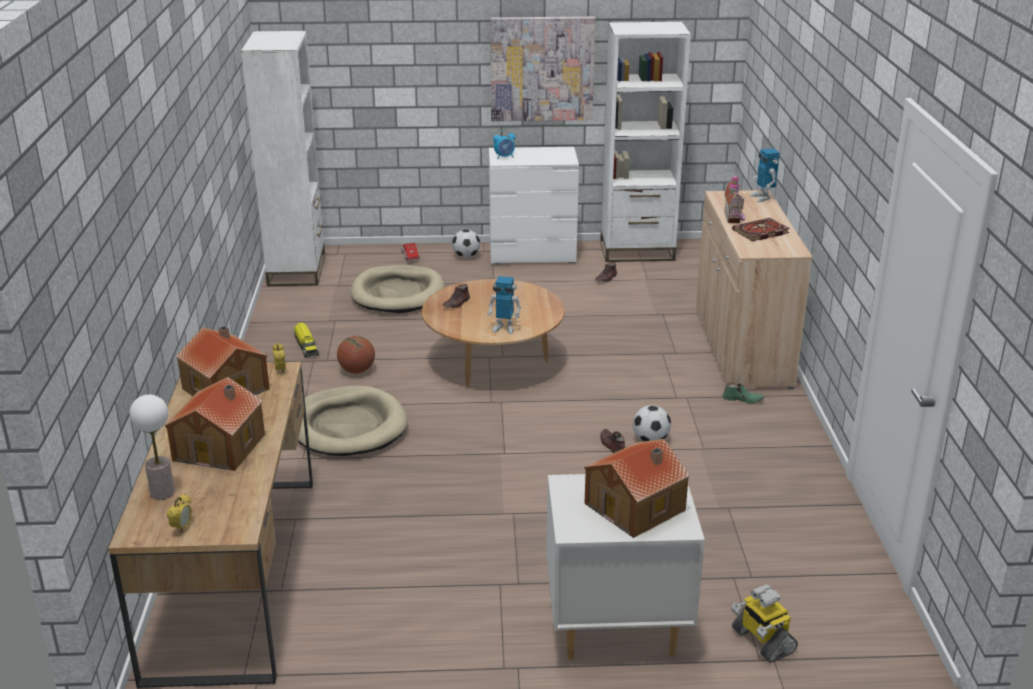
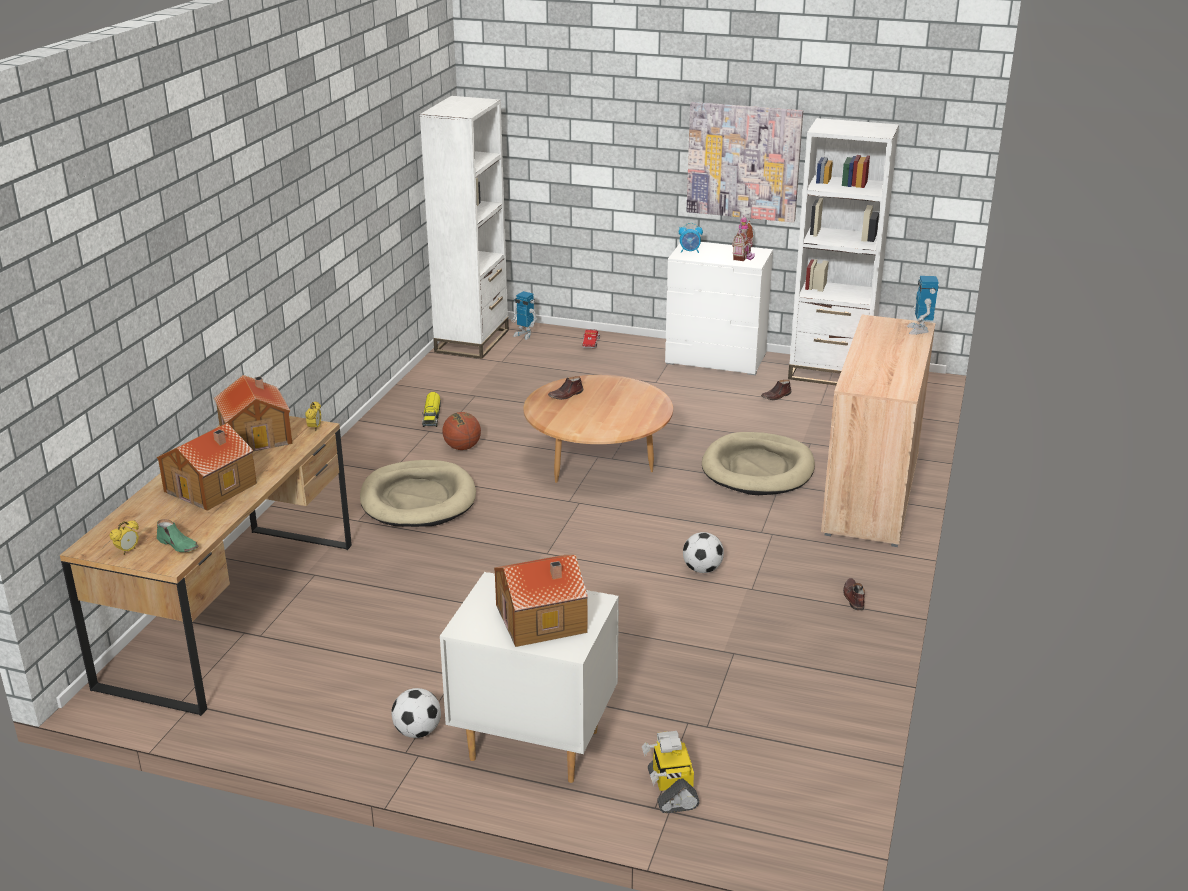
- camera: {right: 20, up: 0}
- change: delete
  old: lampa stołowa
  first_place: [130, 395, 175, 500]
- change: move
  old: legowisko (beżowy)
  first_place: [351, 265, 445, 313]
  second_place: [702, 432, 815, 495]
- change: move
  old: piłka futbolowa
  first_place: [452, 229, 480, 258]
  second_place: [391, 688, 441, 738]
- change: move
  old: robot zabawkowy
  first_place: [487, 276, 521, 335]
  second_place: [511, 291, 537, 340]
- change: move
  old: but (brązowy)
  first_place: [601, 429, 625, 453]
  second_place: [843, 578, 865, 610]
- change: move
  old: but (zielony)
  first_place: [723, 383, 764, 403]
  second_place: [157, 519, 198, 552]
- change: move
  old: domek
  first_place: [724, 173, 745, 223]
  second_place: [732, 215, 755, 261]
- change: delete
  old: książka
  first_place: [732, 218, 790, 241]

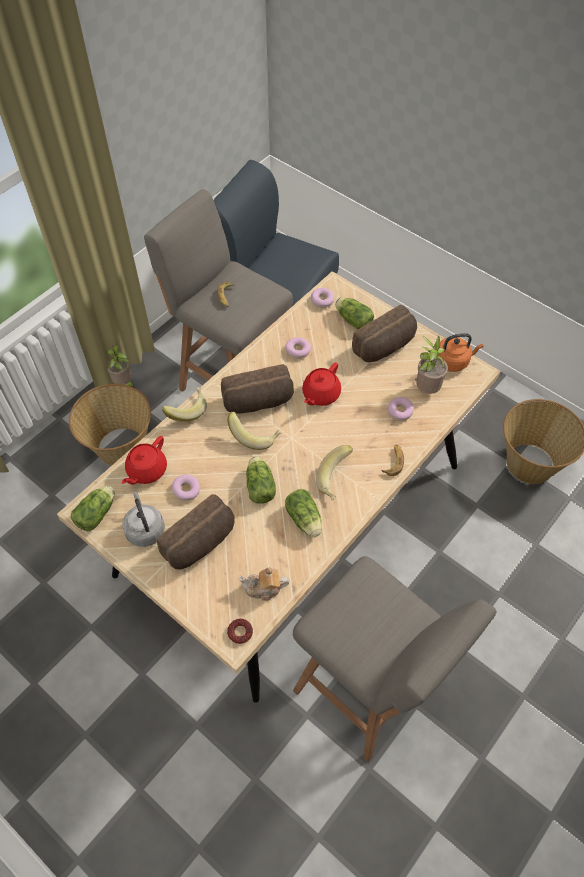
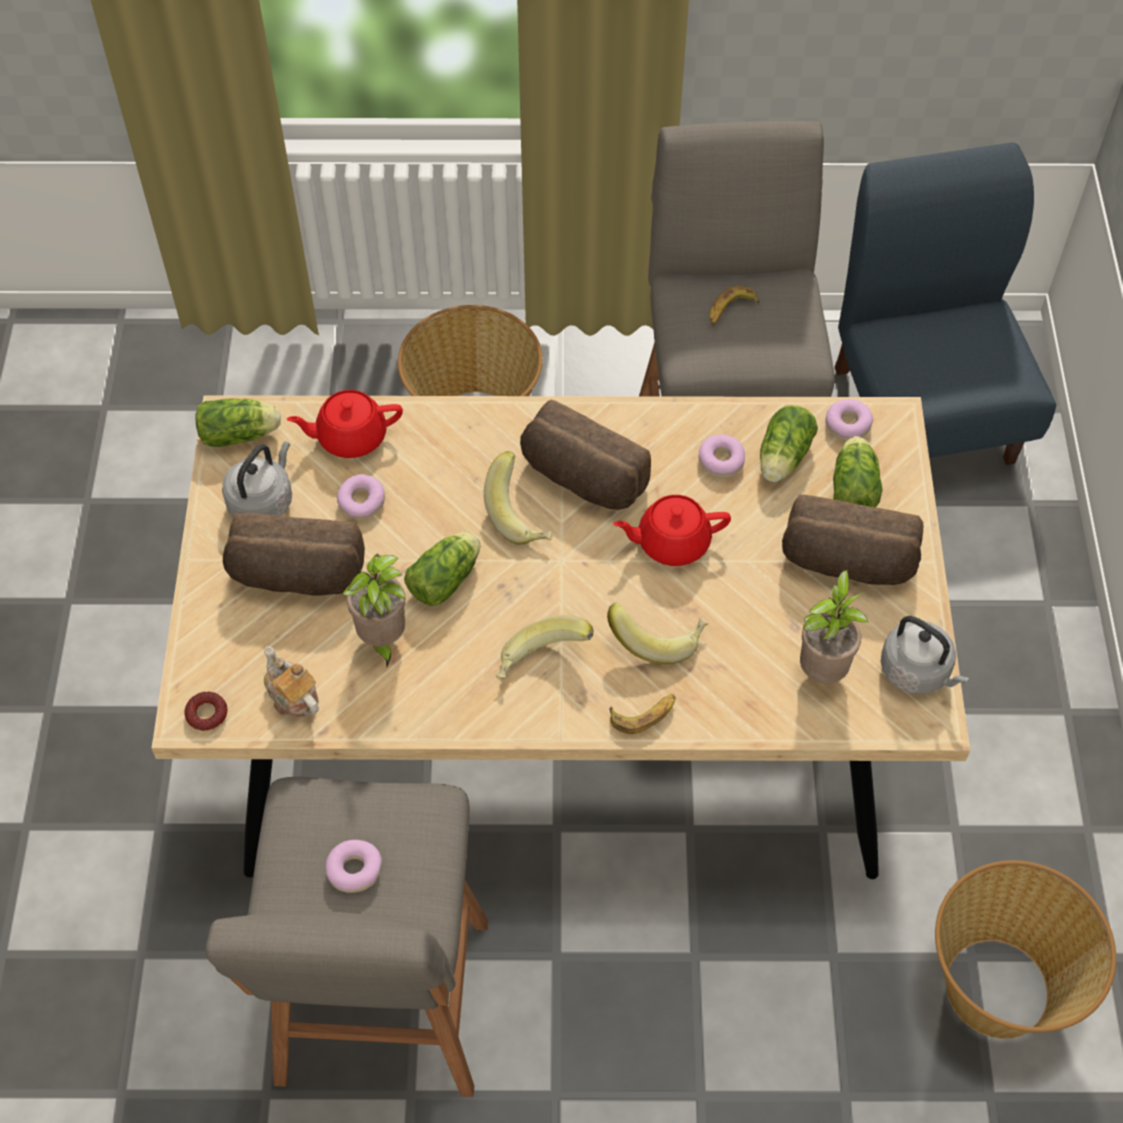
- camera: {right: 50, up: 0}
- change: move
  old: roślina doniczkowa
  first_place: [108, 345, 135, 388]
  second_place: [342, 554, 406, 667]
- change: move
  old: banan
  first_place: [162, 388, 207, 422]
  second_place: [607, 602, 709, 665]
- change: move
  old: sałata
  first_place: [285, 489, 322, 538]
  second_place: [760, 405, 818, 482]
- change: move
  old: donut
  first_place: [388, 397, 414, 421]
  second_place: [325, 840, 382, 893]
- change: recolor
  old: czajnik (pomarańczowy)
  new: czajnik (szary)
  first_place: [438, 333, 484, 372]
  second_place: [881, 616, 969, 694]

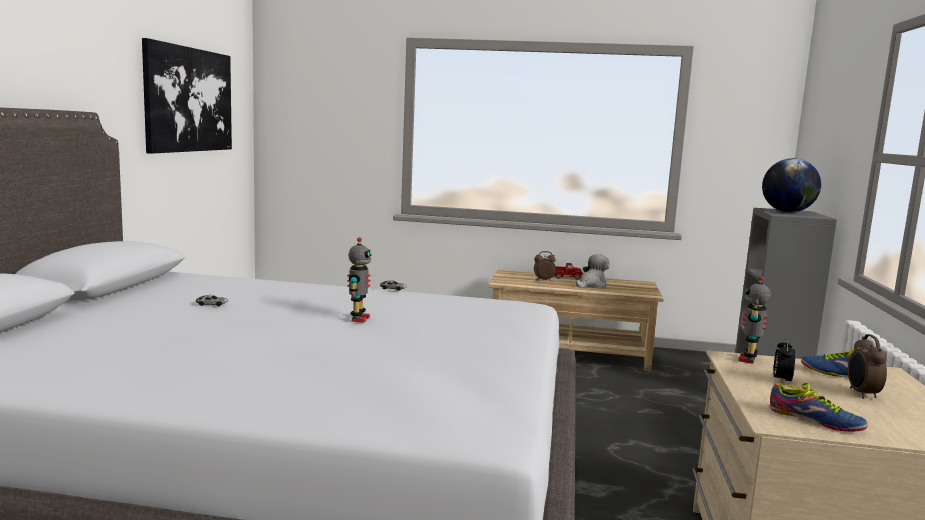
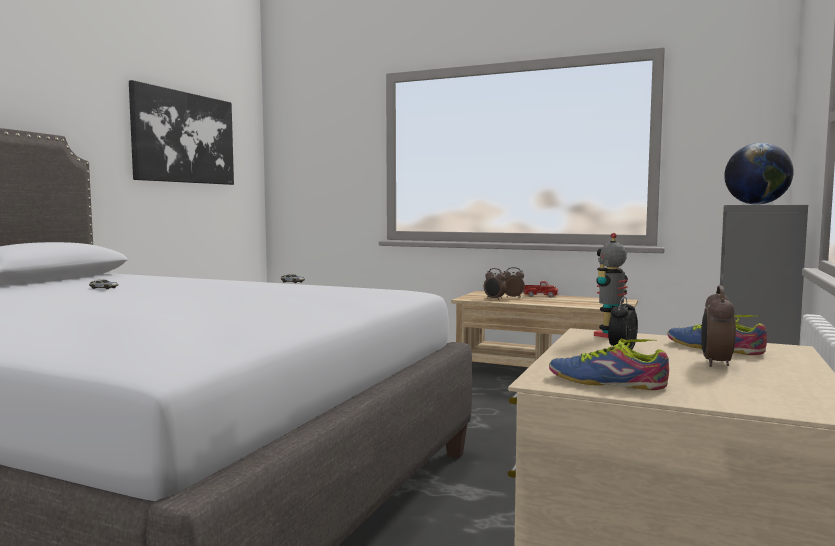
- camera: {right: 15, up: -5}
- change: delete
  old: robot zabawkowy
  first_place: [347, 237, 372, 323]
- change: delete
  old: pluszak
  first_place: [576, 254, 610, 288]
- change: rotate
  old: but
  first_place: [770, 383, 868, 432]
  second_place: [549, 338, 669, 390]
  degrees: 150
- change: insert
  new: budzik
  second_place: [484, 268, 507, 300]

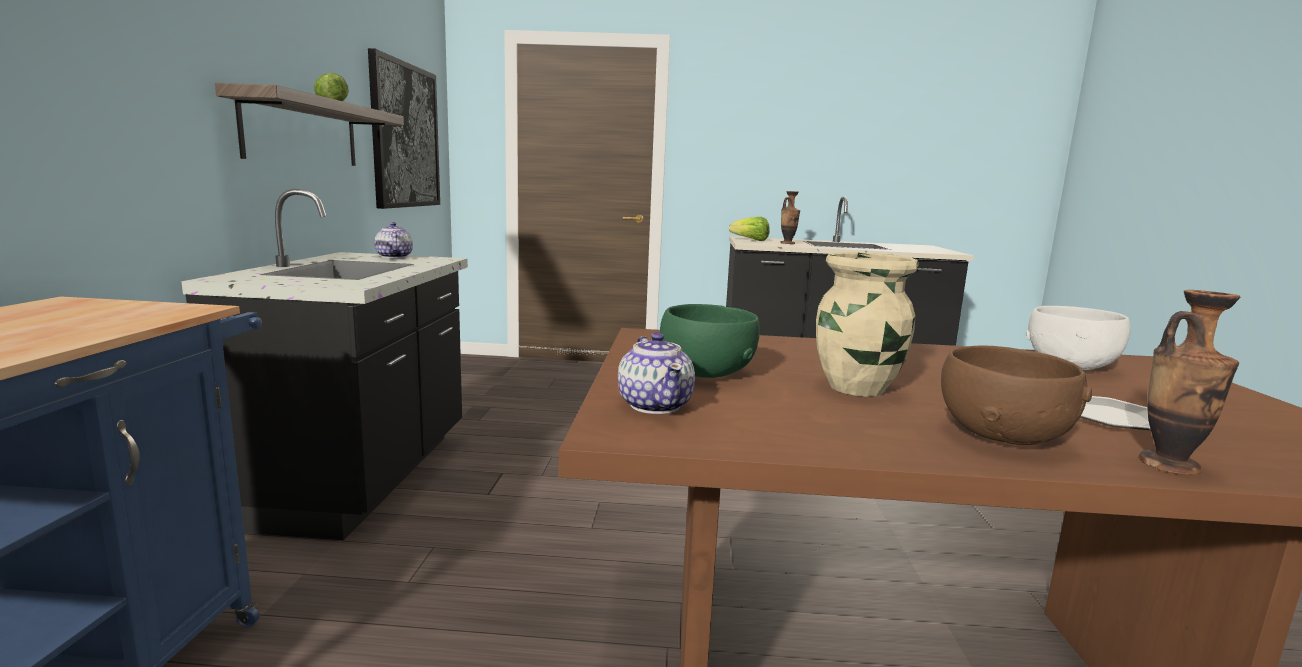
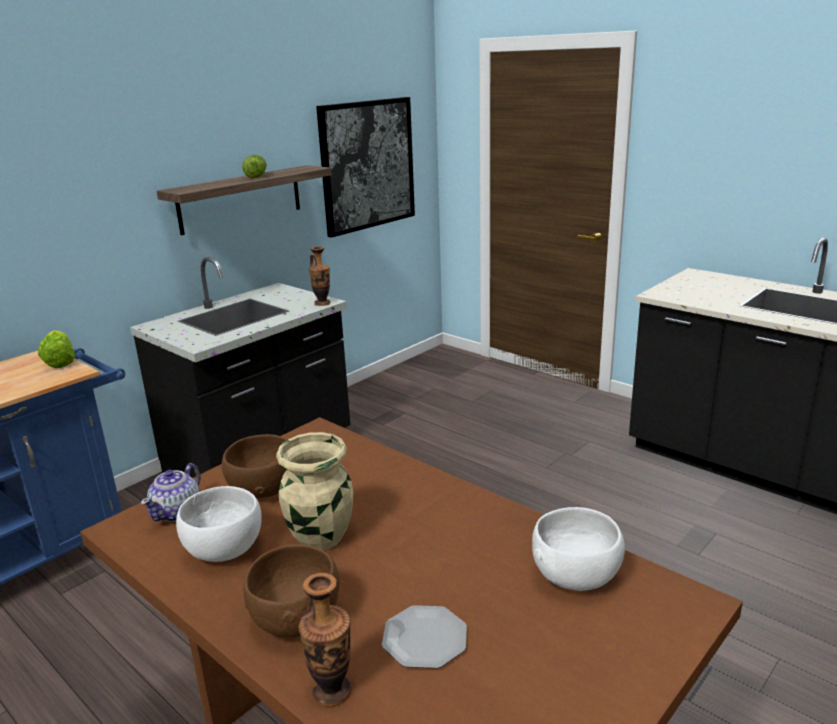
- camera: {right: 40, up: 10}
- change: delete
  old: imbryk
  first_place: [375, 222, 413, 258]
- change: recolor
  old: miska (zielony)
  new: miska (brązowy)
  first_place: [660, 304, 760, 378]
  second_place: [222, 434, 287, 498]
- change: move
  old: sałata
  first_place: [729, 217, 770, 241]
  second_place: [38, 330, 76, 368]
- change: move
  old: wazon
  first_place: [780, 191, 800, 244]
  second_place: [309, 247, 330, 306]
- change: insert
  new: miska (biały)
  second_place: [176, 486, 262, 562]

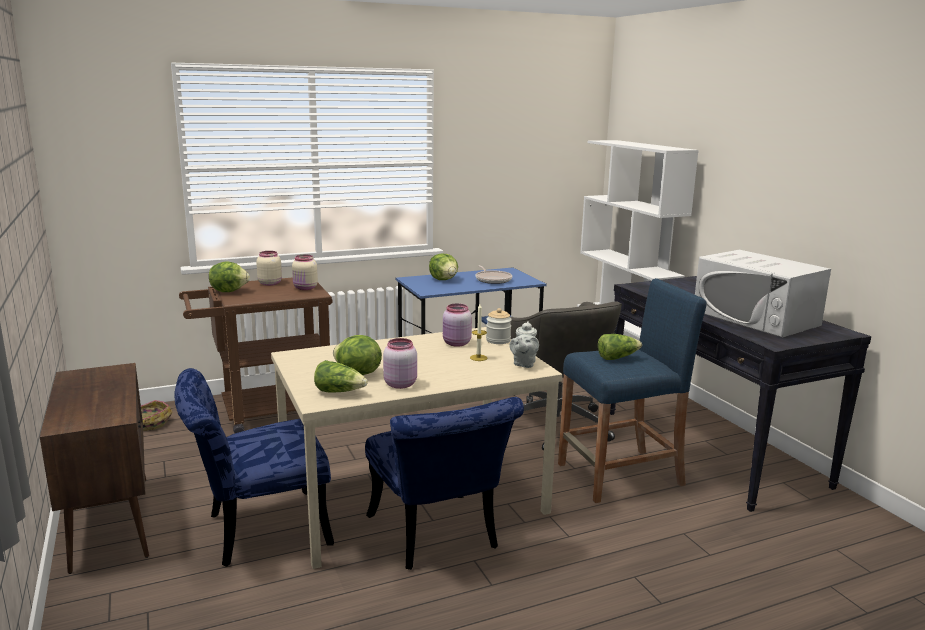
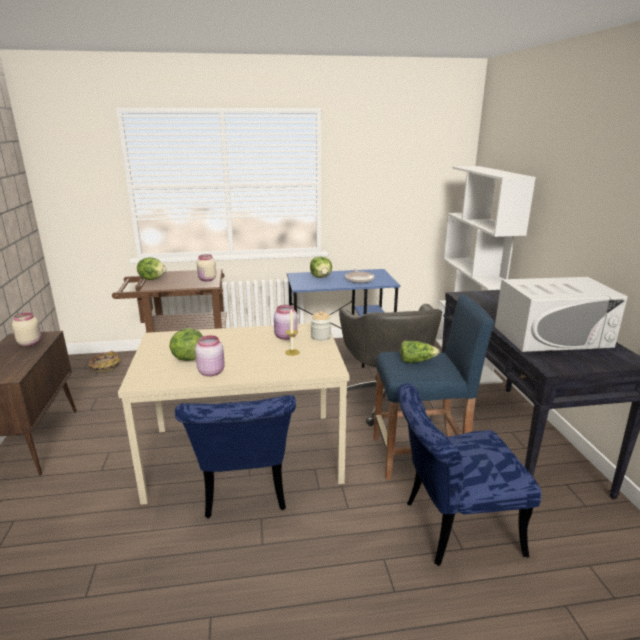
- camera: {right: 15, up: 5}
- change: move
  old: krzesło (niebieski)
  first_place: [174, 368, 334, 567]
  second_place: [397, 383, 541, 566]
- change: move
  old: słoik (beżowy)
  first_place: [256, 251, 282, 286]
  second_place: [12, 312, 41, 346]
- change: delete
  old: sałata
  first_place: [314, 360, 368, 393]
- change: delete
  old: imbryk (szary)
  first_place: [510, 321, 539, 368]
- change: rotate
  old: mikrofalówka (biały)
  first_place: [695, 250, 831, 338]
  second_place: [495, 277, 628, 352]
  degrees: -75

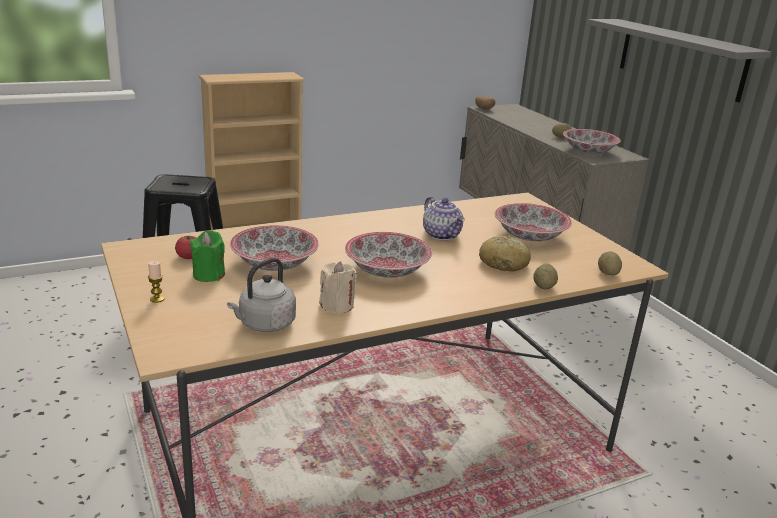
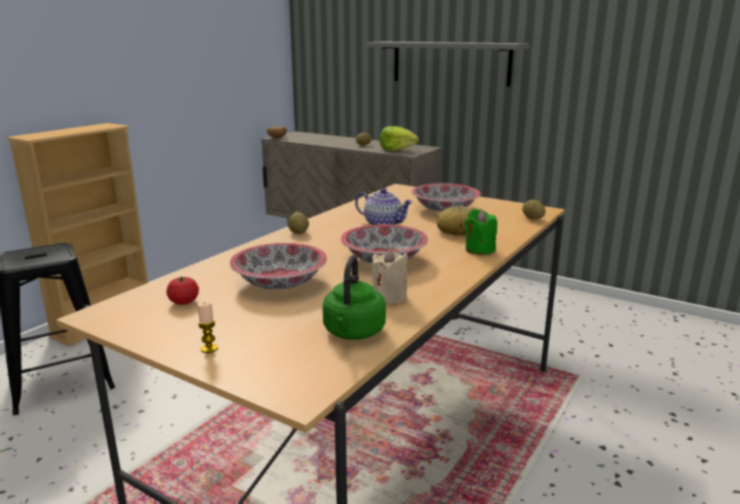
- camera: {right: -30, up: -5}
- change: move
  old: świeca (zielony)
  first_place: [190, 230, 225, 282]
  second_place: [465, 209, 497, 255]
- change: recolor
  old: czajnik (szary)
  new: czajnik (zielony)
  first_place: [227, 258, 296, 332]
  second_place: [323, 255, 386, 340]
- change: move
  old: ziemniak
  first_place: [533, 263, 558, 289]
  second_place: [288, 212, 309, 234]
- change: replace
  old: miska
  new: sałata
  first_place: [563, 129, 621, 153]
  second_place: [379, 126, 419, 151]

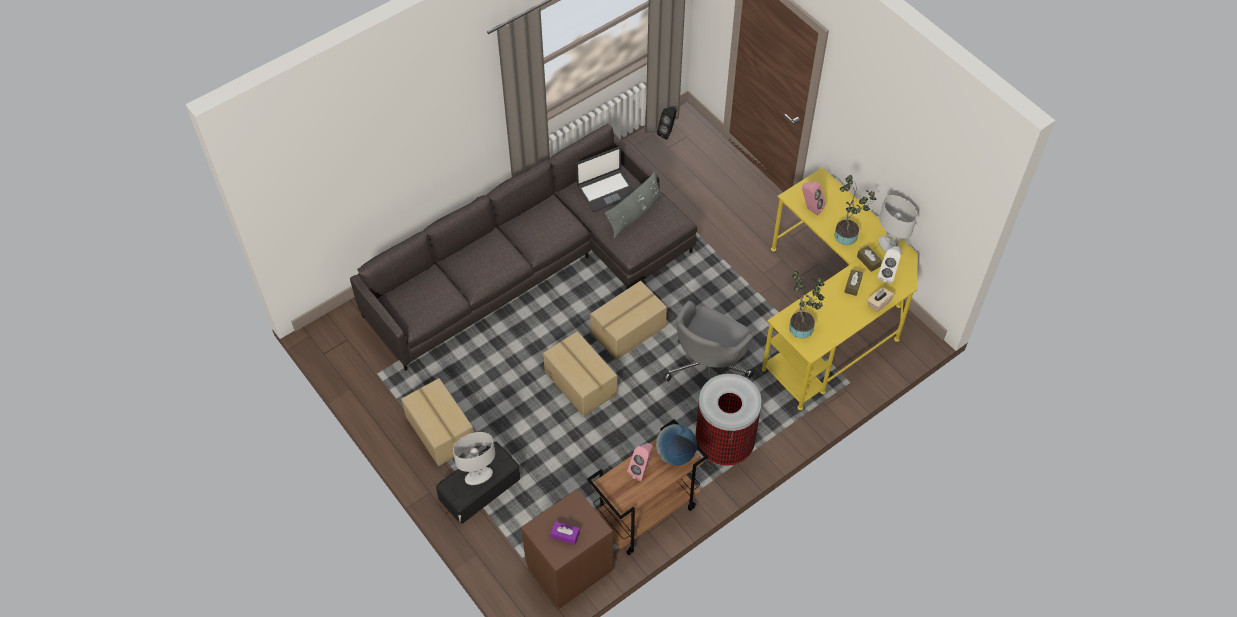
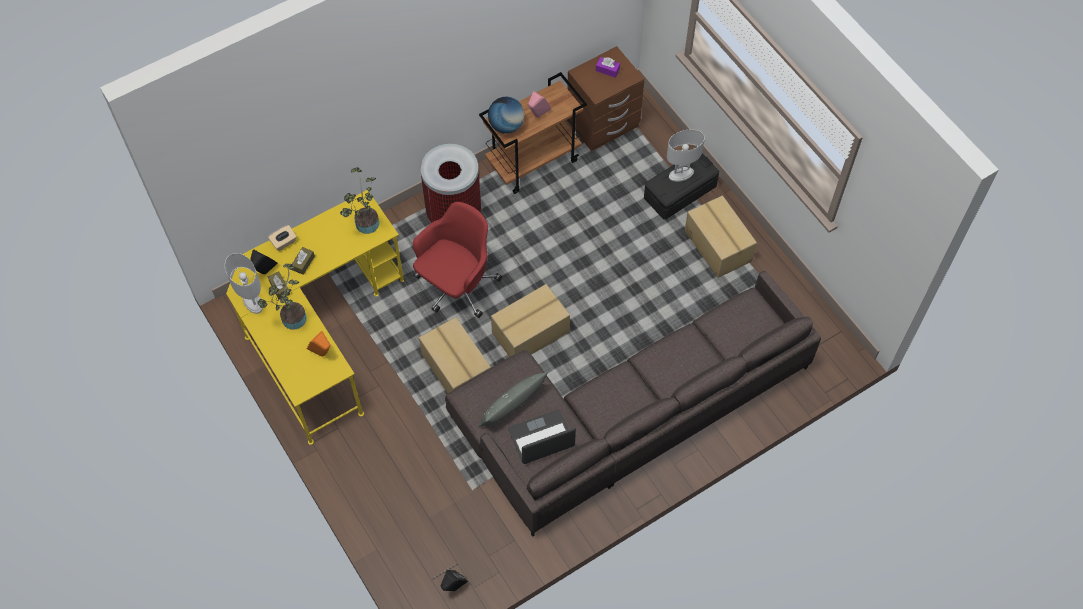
- camera: {right: -175, up: 5}
- change: move
  old: karton
  first_place: [543, 331, 617, 416]
  second_place: [419, 317, 491, 393]
- change: recolor
  old: krzesło biurowe (szary)
  new: krzesło biurowe (czerwony)
  first_place: [663, 301, 754, 382]
  second_place: [413, 202, 502, 318]
- change: recolor
  old: głośnik (różowy)
  new: głośnik (pomarańczowy)
  first_place: [802, 182, 825, 216]
  second_place: [307, 331, 330, 357]
- change: recolor
  old: głośnik (biały)
  new: głośnik (czarny)
  first_place: [878, 246, 900, 284]
  second_place: [250, 250, 277, 274]

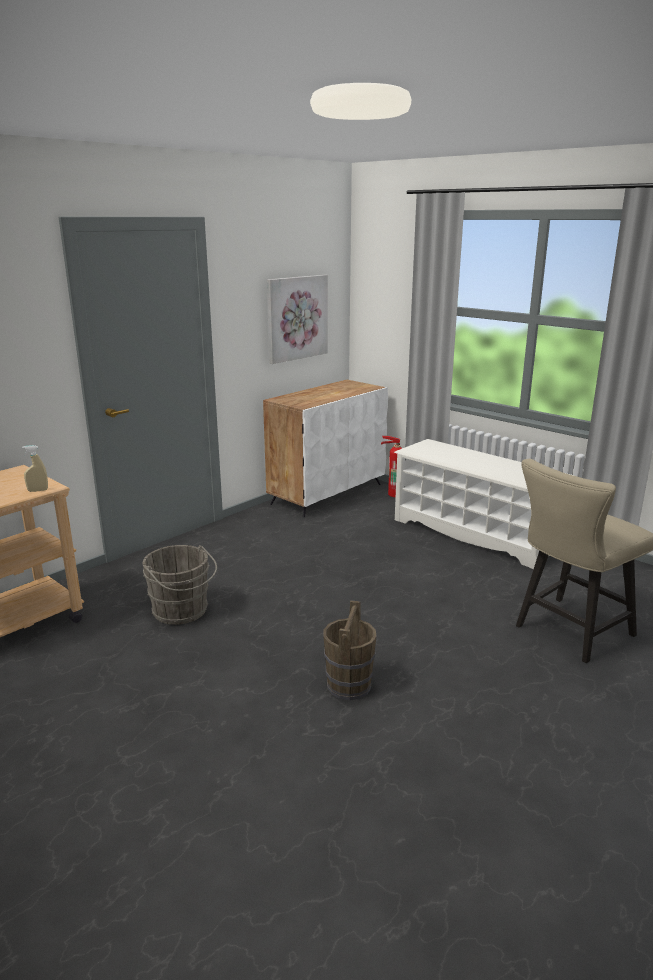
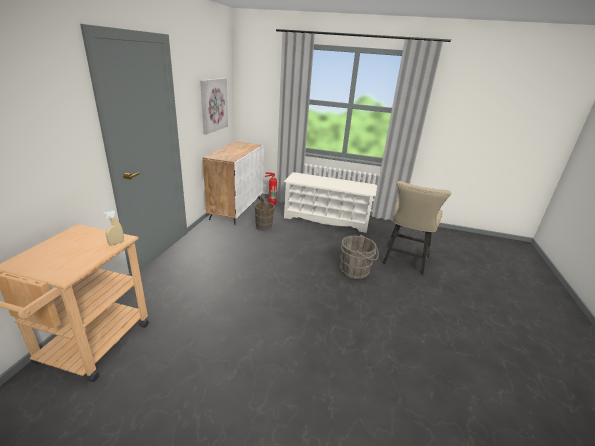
- camera: {right: -30, up: 5}
- change: move
  old: wiadro (szary)
  first_place: [143, 545, 217, 625]
  second_place: [340, 235, 379, 279]
- change: move
  old: wiadro (brązowy)
  first_place: [323, 600, 377, 700]
  second_place: [255, 195, 274, 231]

